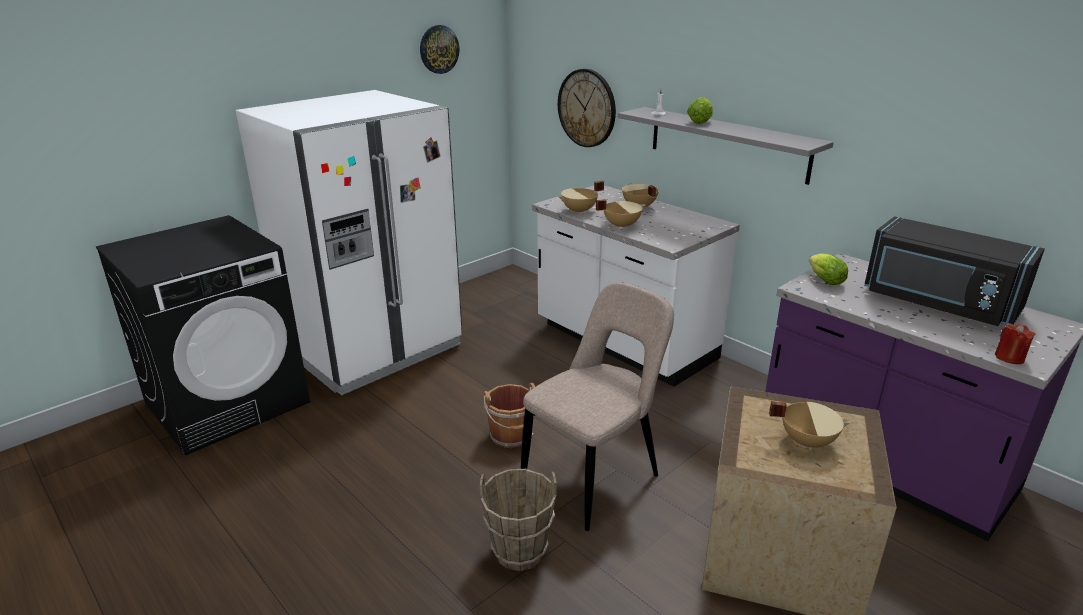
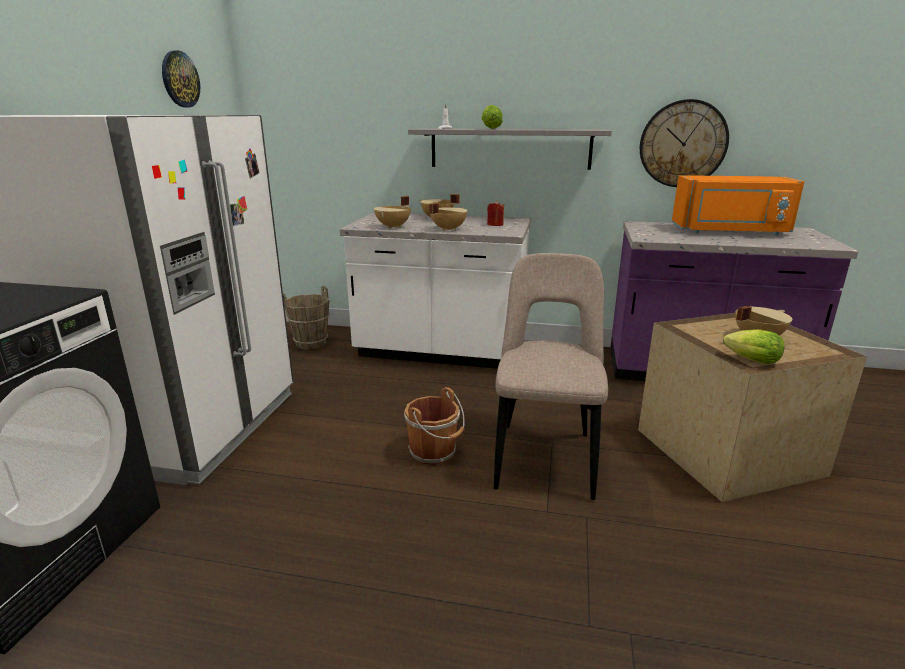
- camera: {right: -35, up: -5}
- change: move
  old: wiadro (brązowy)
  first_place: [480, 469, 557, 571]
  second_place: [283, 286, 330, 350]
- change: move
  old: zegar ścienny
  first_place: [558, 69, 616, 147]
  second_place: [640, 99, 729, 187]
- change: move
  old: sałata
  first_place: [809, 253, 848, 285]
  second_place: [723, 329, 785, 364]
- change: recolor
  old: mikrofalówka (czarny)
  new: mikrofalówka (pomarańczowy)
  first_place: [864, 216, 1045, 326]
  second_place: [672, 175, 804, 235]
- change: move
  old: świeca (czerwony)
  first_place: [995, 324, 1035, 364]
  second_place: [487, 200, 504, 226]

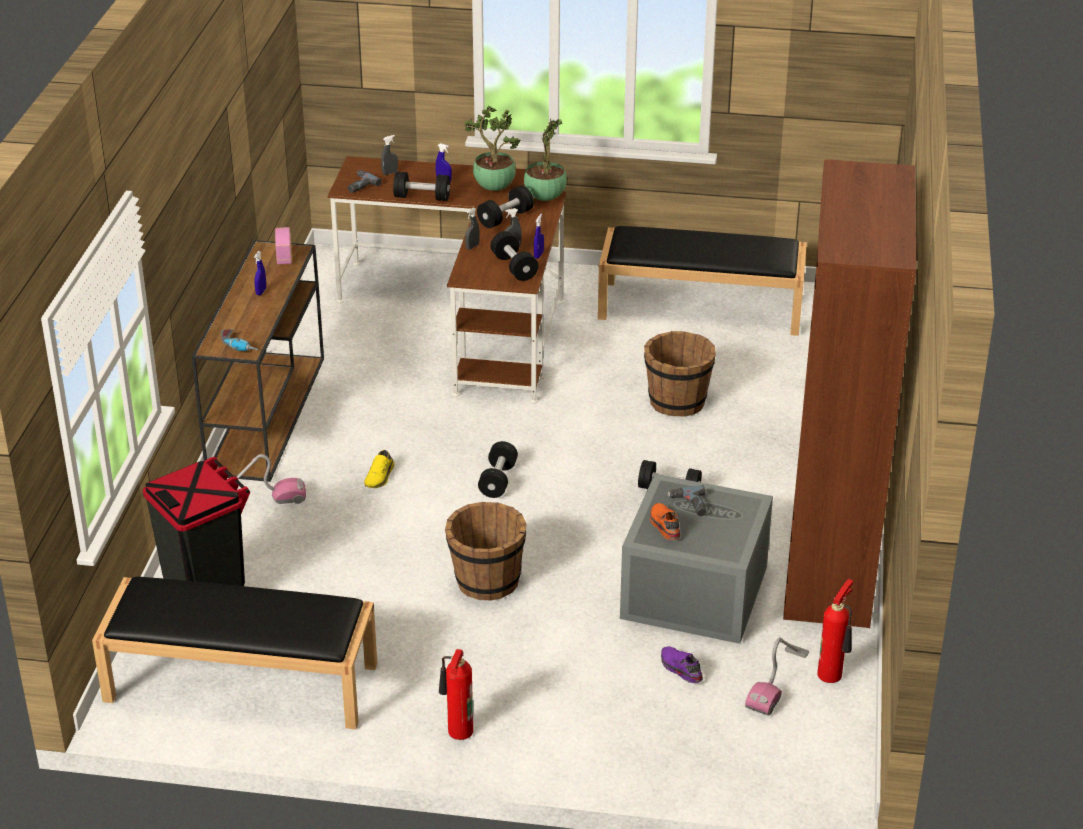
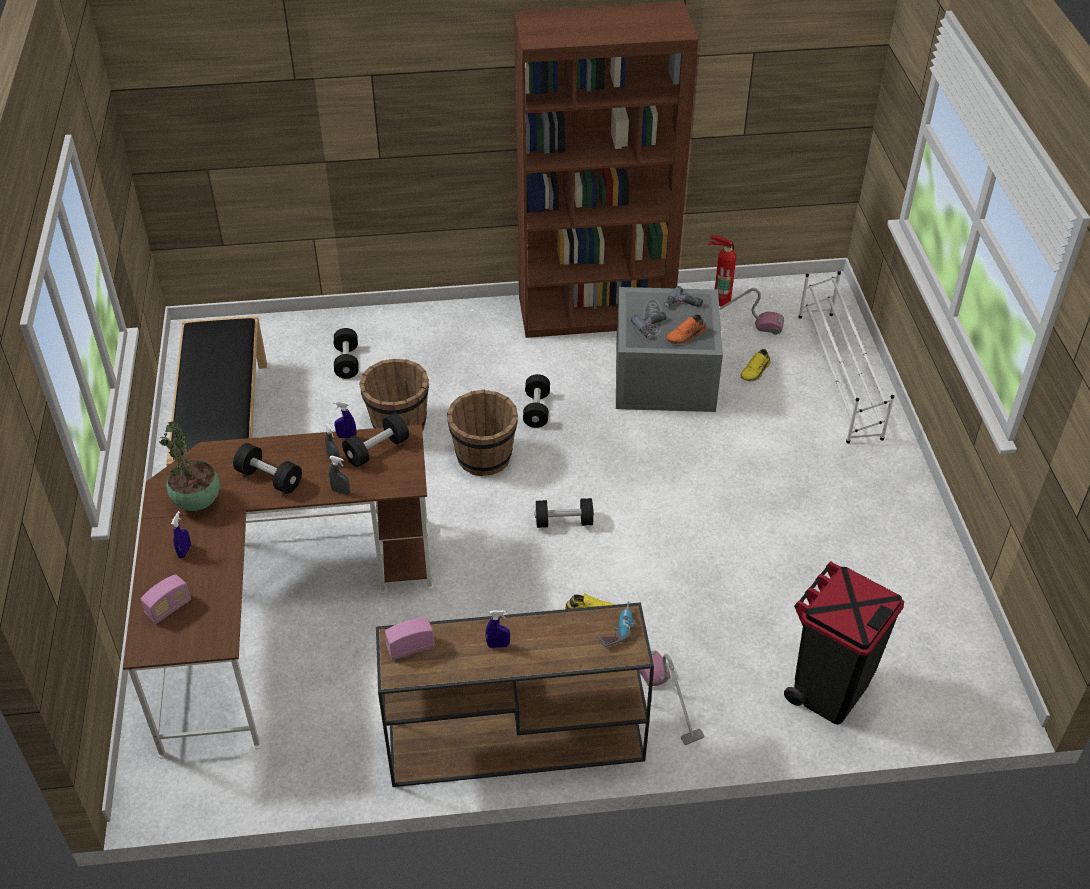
- camera: {right: -105, up: 10}
- change: delete
  old: ławka (czarny)
  first_place: [92, 577, 377, 729]
- change: move
  old: wiertarka
  first_place: [348, 170, 382, 193]
  second_place: [664, 286, 703, 308]
- change: replace
  old: spryskiwacz (szary)
  new: radio
  first_place: [381, 135, 398, 175]
  second_place: [141, 574, 191, 624]
- change: move
  old: hantel (czarny)
  first_place: [393, 172, 450, 201]
  second_place: [334, 328, 358, 379]
- change: delete
  old: gaśnica
  first_place: [439, 649, 473, 740]
- change: move
  old: wiadro (brązowy)
  first_place: [445, 502, 526, 600]
  second_place: [447, 389, 518, 476]
- change: delete
  old: roślina doniczkowa
  first_place: [524, 118, 567, 201]
- change: recolor
  old: but (fioletowy)
  new: but (żółty)
  first_place: [661, 647, 703, 683]
  second_place: [741, 349, 771, 381]
- change: insert
  new: regał na buty (biały)
  second_place: [798, 271, 894, 443]

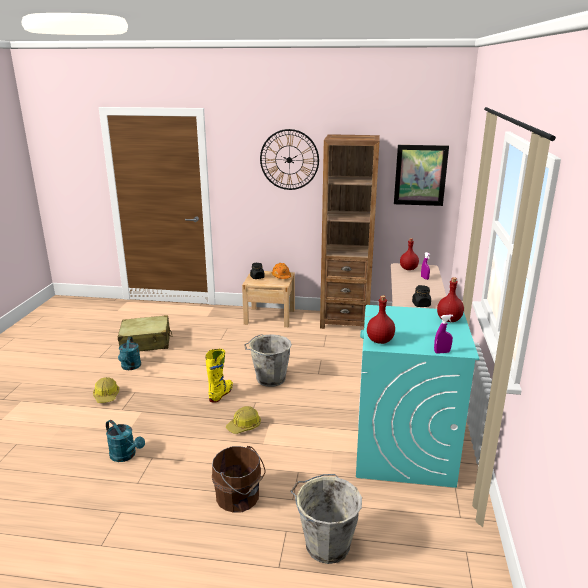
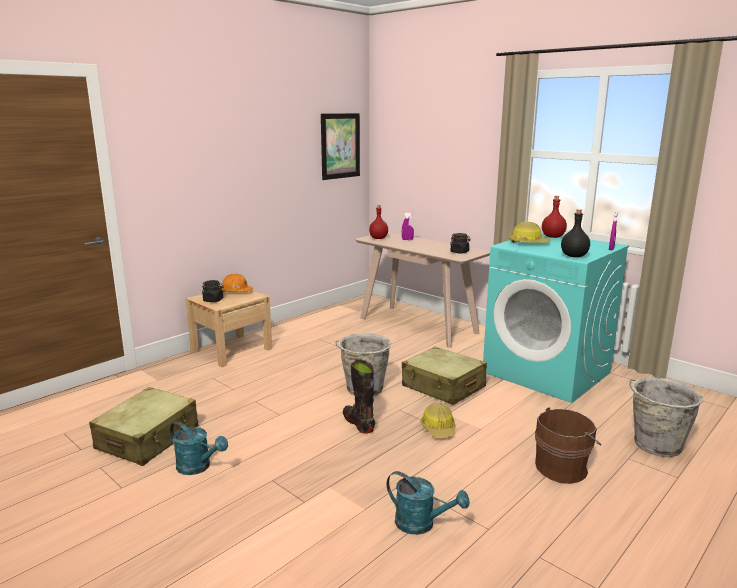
- camera: {right: -55, up: -5}
- change: move
  old: kask
  first_place: [93, 377, 119, 403]
  second_place: [509, 222, 550, 243]
- change: rotate
  old: konewka (turkusowy)
  first_place: [106, 420, 145, 462]
  second_place: [386, 471, 470, 535]
  degrees: 45
- change: recolor
  old: but z cholewką (żółty)
  new: but z cholewką (czarny)
  first_place: [206, 349, 233, 403]
  second_place: [343, 360, 375, 434]
- change: delete
  old: zegar ścienny
  first_place: [260, 129, 319, 190]
- change: delete
  old: regał (brązowy)
  first_place: [320, 134, 380, 329]
- change: recolor
  old: butelka (czerwony)
  new: butelka (czarny)
  first_place: [367, 295, 395, 344]
  second_place: [561, 209, 590, 257]
- change: insert
  new: walizka (beżowy)
  second_place: [402, 347, 487, 405]

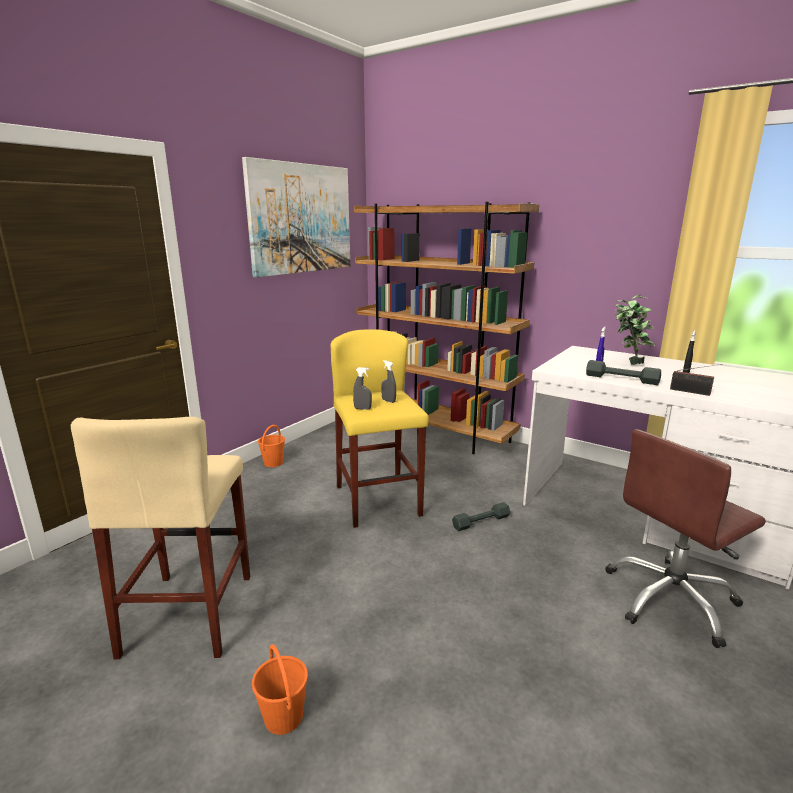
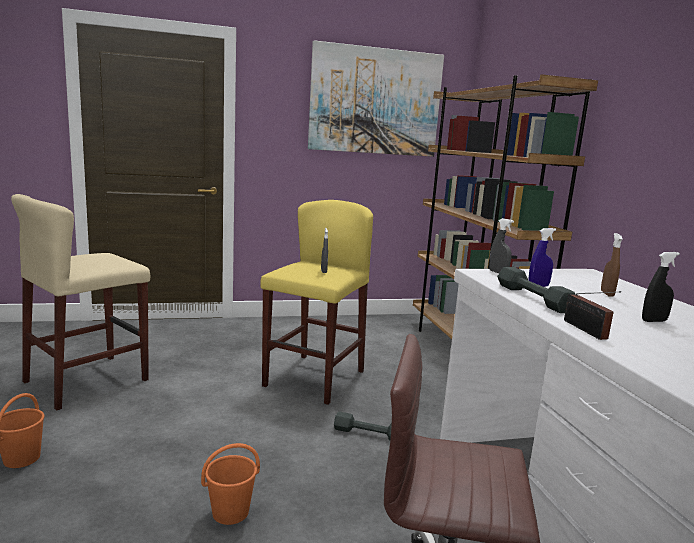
- camera: {right: 40, up: -5}
- change: move
  old: wiadro (pomarańczowy)
  first_place: [258, 425, 285, 467]
  second_place: [201, 443, 260, 525]
- change: move
  old: spryskiwacz (szary)
  first_place: [353, 367, 372, 410]
  second_place: [489, 218, 514, 273]
- change: replace
  old: roślina doniczkowa
  new: spryskiwacz (brązowy)
  first_place: [614, 294, 656, 365]
  second_place: [601, 233, 623, 297]

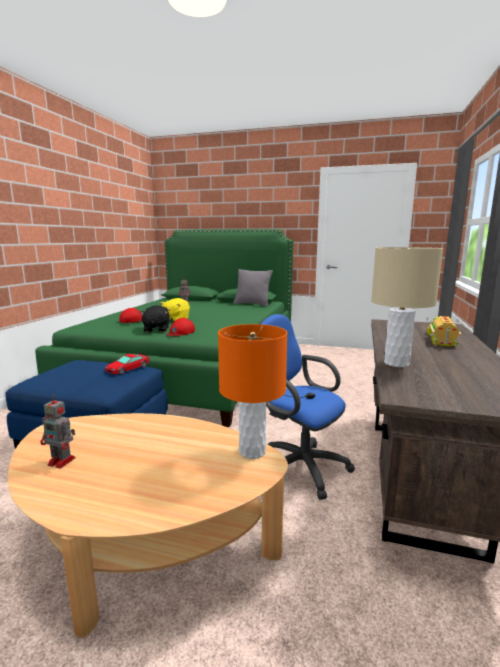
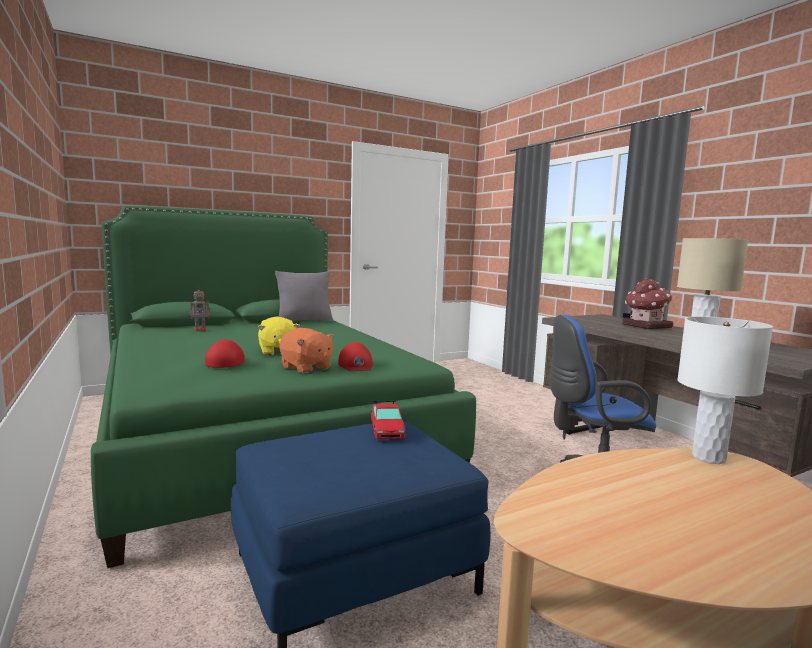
- camera: {right: -45, up: -5}
- change: delete
  old: robot zabawkowy
  first_place: [40, 394, 76, 469]
- change: recolor
  old: pluszak (czarny)
  new: pluszak (pomarańczowy)
  first_place: [140, 305, 170, 332]
  second_place: [279, 328, 335, 374]
- change: recolor
  old: lampa stołowa (pomarańczowy)
  new: lampa stołowa (biały)
  first_place: [218, 324, 287, 459]
  second_place: [678, 316, 773, 464]
- change: replace
  old: ciężarówka zabawkowa
  new: domek
  first_place: [426, 316, 461, 348]
  second_place: [622, 278, 673, 329]

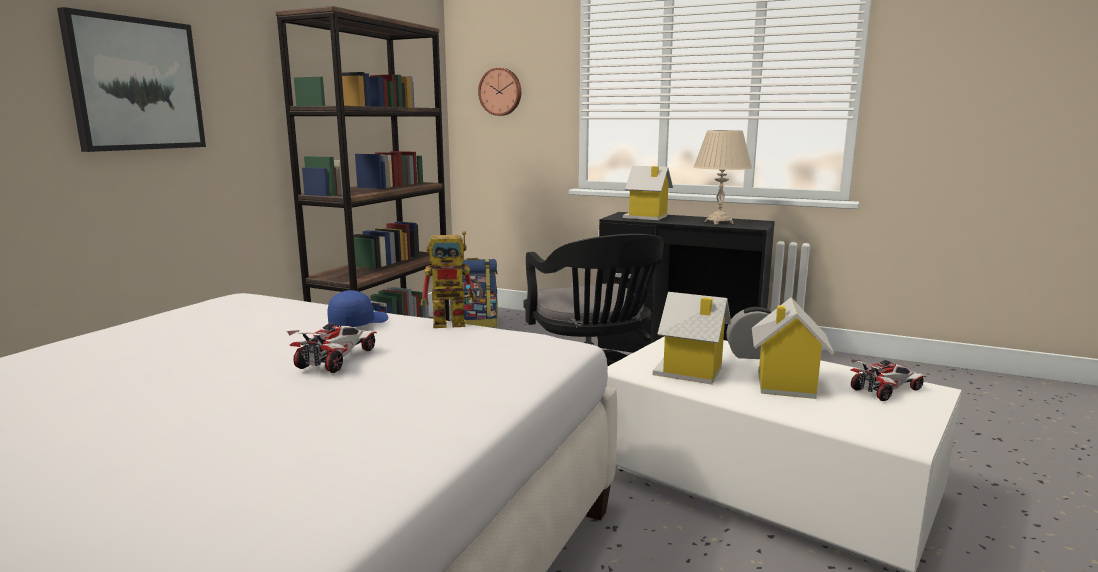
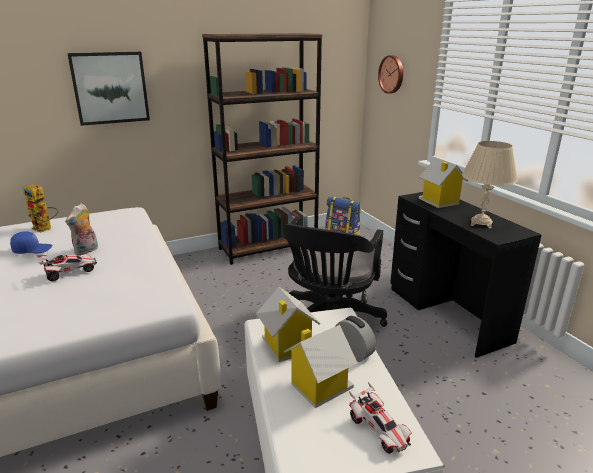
- camera: {right: 40, up: 10}
- change: move
  old: czapka z daszkiem (niebieski)
  first_place: [327, 290, 388, 327]
  second_place: [10, 231, 52, 254]
- change: move
  old: robot zabawkowy
  first_place: [420, 231, 482, 328]
  second_place: [23, 184, 58, 232]
- change: rotate
  old: samochodzik
  first_place: [850, 359, 926, 401]
  second_place: [349, 382, 412, 454]
  degrees: 45
- change: insert
  new: pluszak
  second_place: [65, 203, 98, 255]

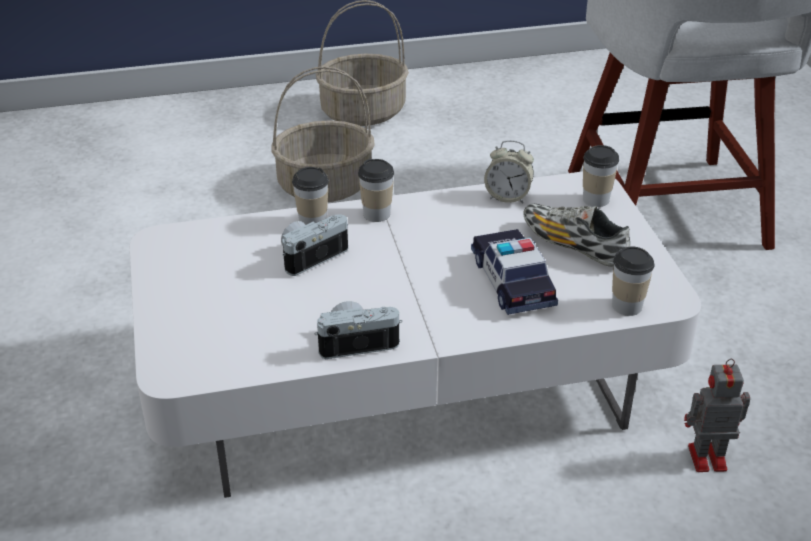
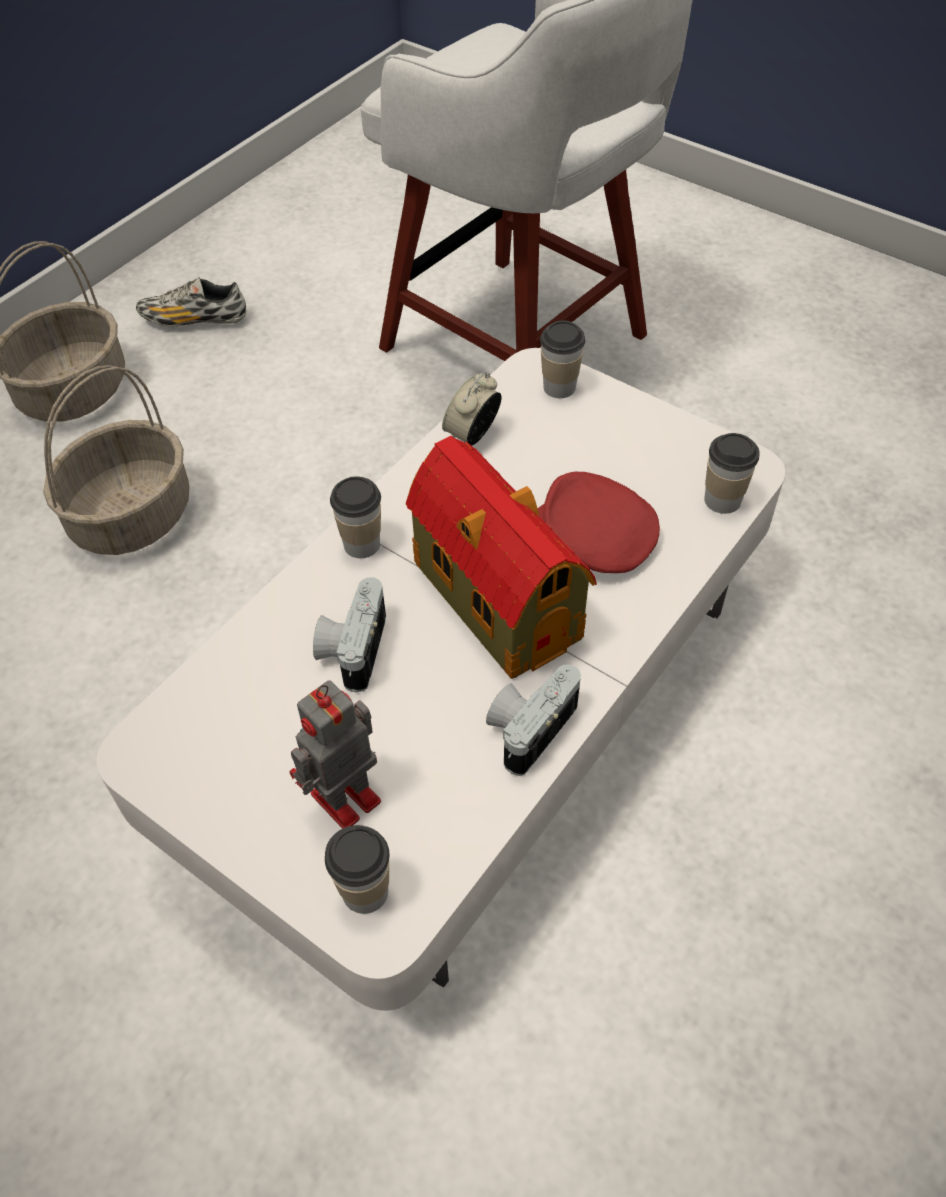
- camera: {right: -40, up: 15}
- change: move
  old: filiżanka
  first_place: [292, 167, 329, 225]
  second_place: [325, 825, 389, 914]
- change: replace
  old: samochodzik
  new: czapka z daszkiem (czerwony)
  first_place: [471, 229, 558, 315]
  second_place: [538, 472, 660, 573]
- change: rotate
  old: budzik
  first_place: [484, 140, 534, 203]
  second_place: [442, 372, 502, 446]
  degrees: 150
- change: move
  old: but
  first_place: [523, 204, 630, 267]
  second_place: [136, 277, 246, 326]
- change: move
  old: robot zabawkowy
  first_place: [684, 358, 750, 472]
  second_place: [289, 680, 381, 829]
- change: insert
  new: domek
  second_place: [406, 436, 597, 679]

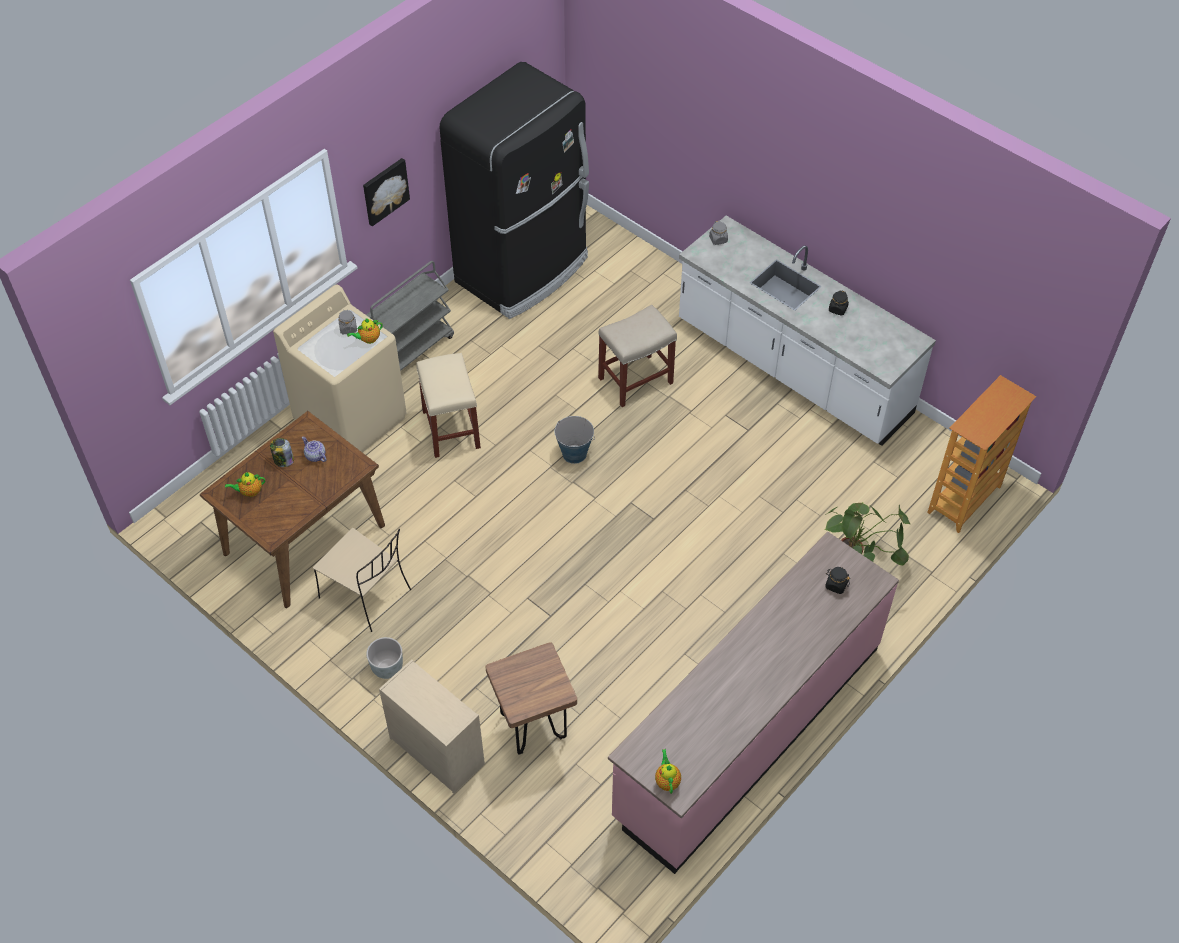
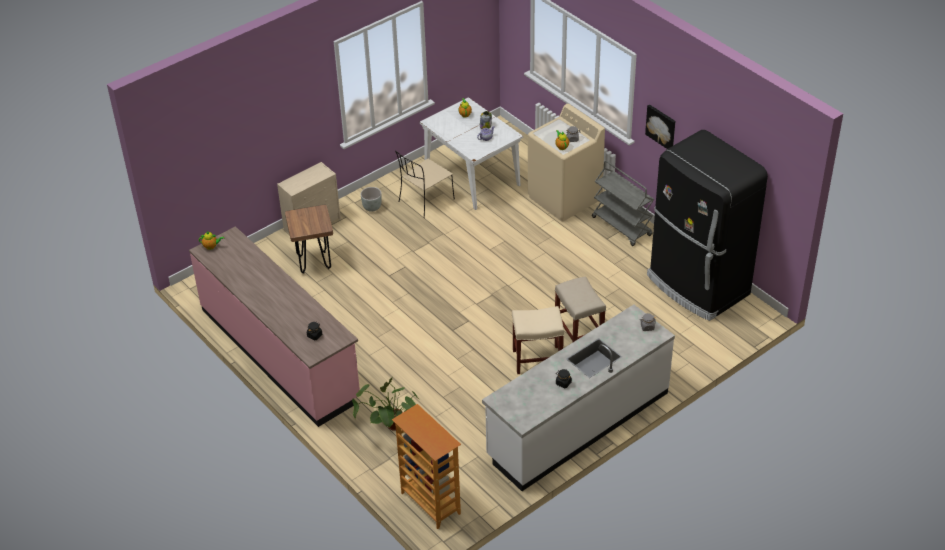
- camera: {right: 100, up: -10}
- change: recolor
  old: stół jadalny (brązowy)
  new: stół jadalny (biały)
  first_place: [199, 411, 385, 608]
  second_place: [420, 97, 523, 210]
- change: move
  old: stołek (beżowy)
  first_place: [416, 353, 481, 458]
  second_place: [512, 306, 564, 374]
- change: delete
  old: wiadro
  first_place: [555, 416, 595, 464]

